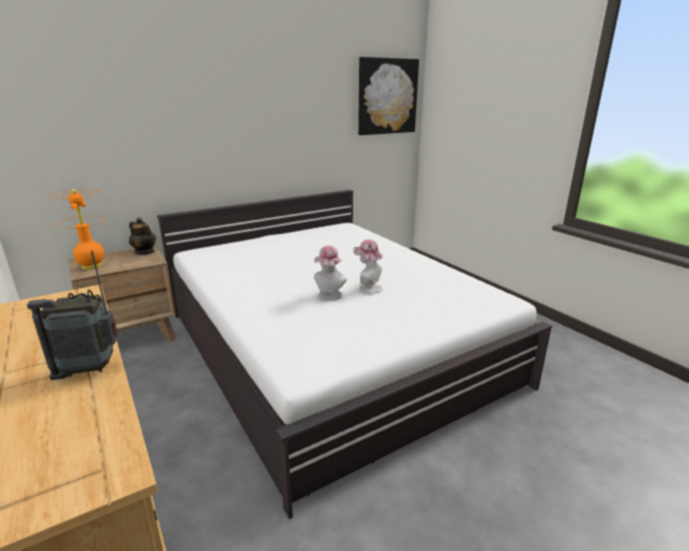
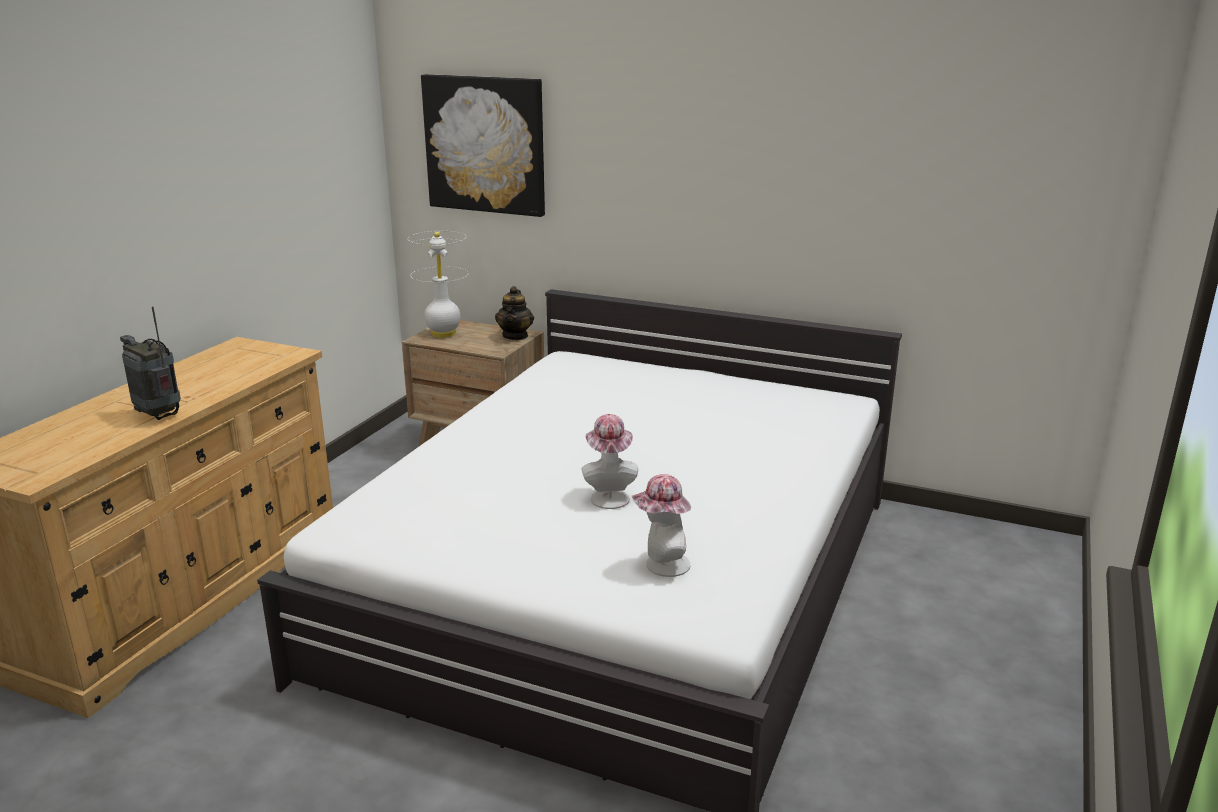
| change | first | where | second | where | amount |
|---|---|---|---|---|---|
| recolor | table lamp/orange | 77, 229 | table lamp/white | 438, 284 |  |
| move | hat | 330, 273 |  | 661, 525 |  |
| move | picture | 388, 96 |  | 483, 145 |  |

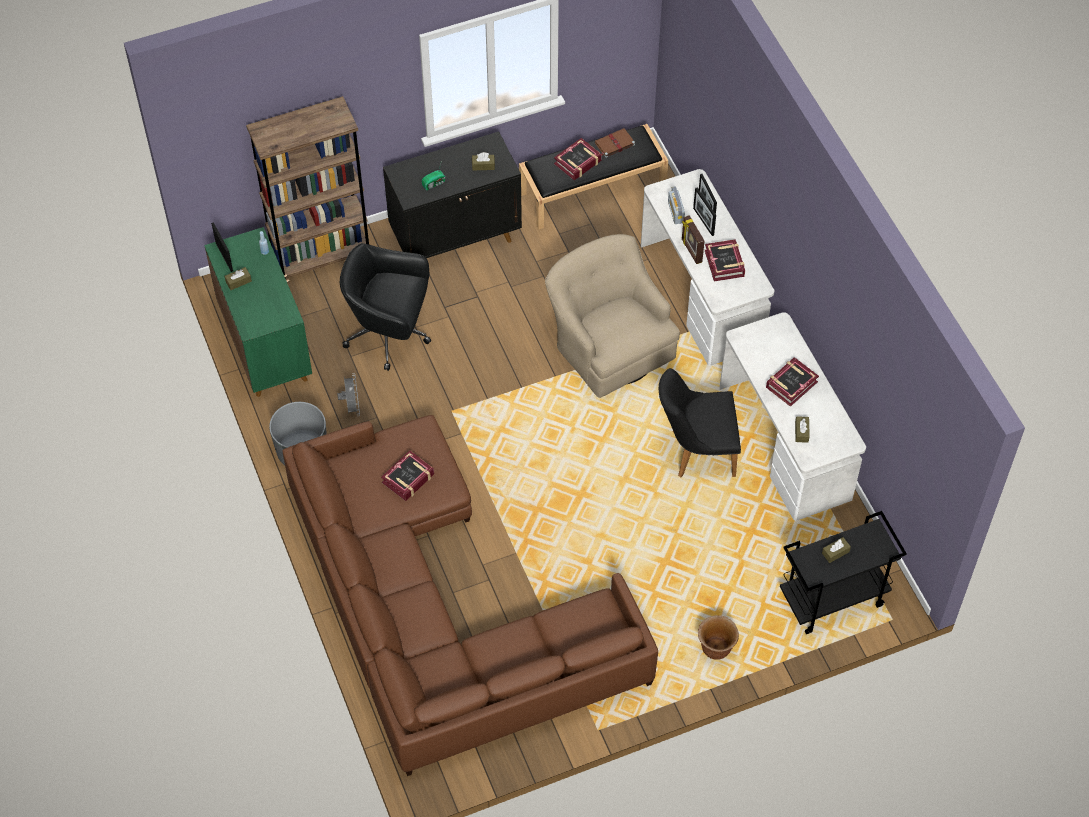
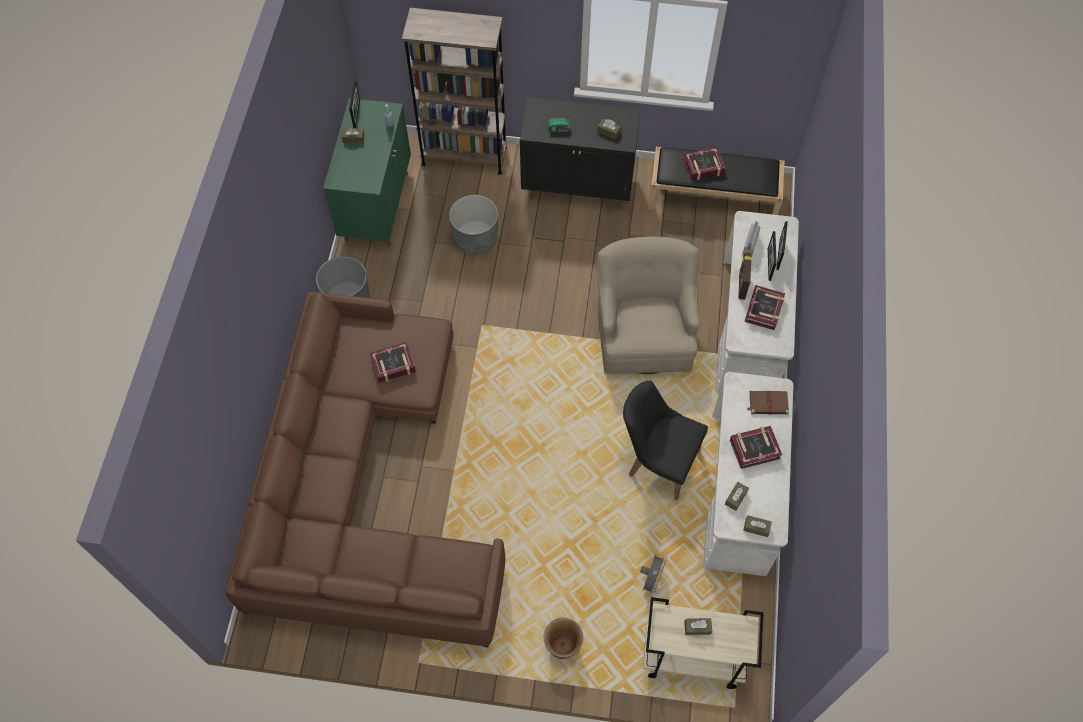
| change | first | where | second | where | amount |
|---|---|---|---|---|---|
| move | fan/grey | 348, 394 |  | 653, 575 |  |
| replace | office chair/black | 385, 307 | planter/grey | 473, 225 |  |
| move | book/brown | 615, 143 |  | 768, 403 |  |
| recolor | cart/black | 843, 572 | cart/beige | 703, 643 |  |
| insert |  |  | tissue box/brown | 757, 526 |  |

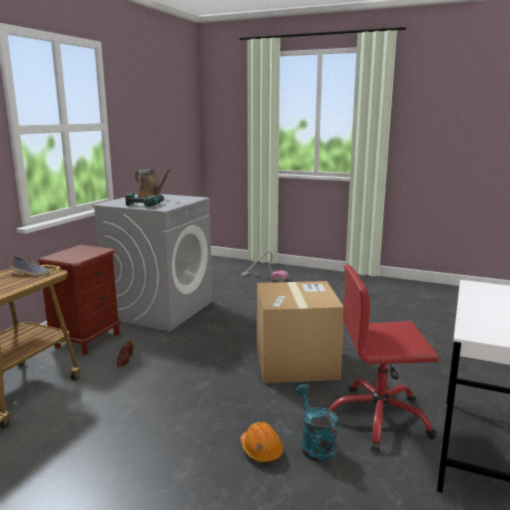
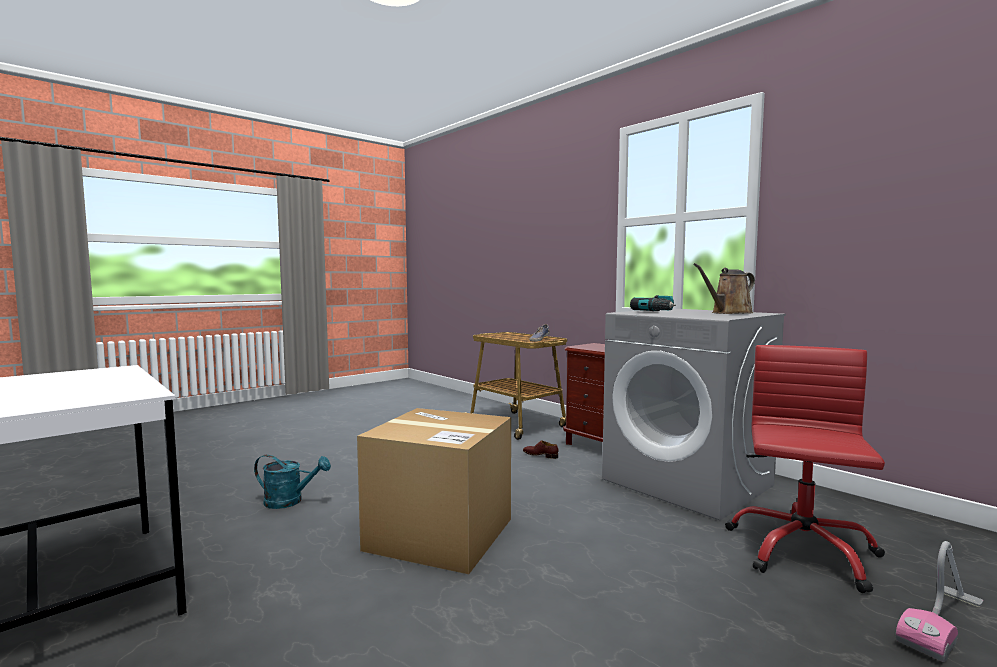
| change | first | where | second | where | amount |
|---|---|---|---|---|---|
| delete | hard hat/orange | 261, 442 |  |  |  |
| move | office chair/red | 384, 358 |  | 805, 469 |  |

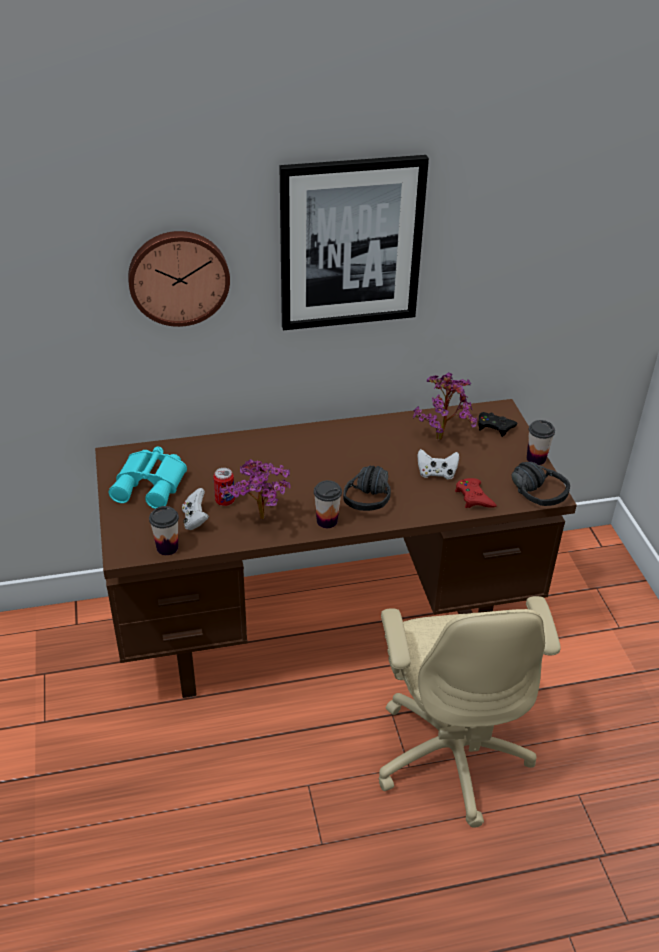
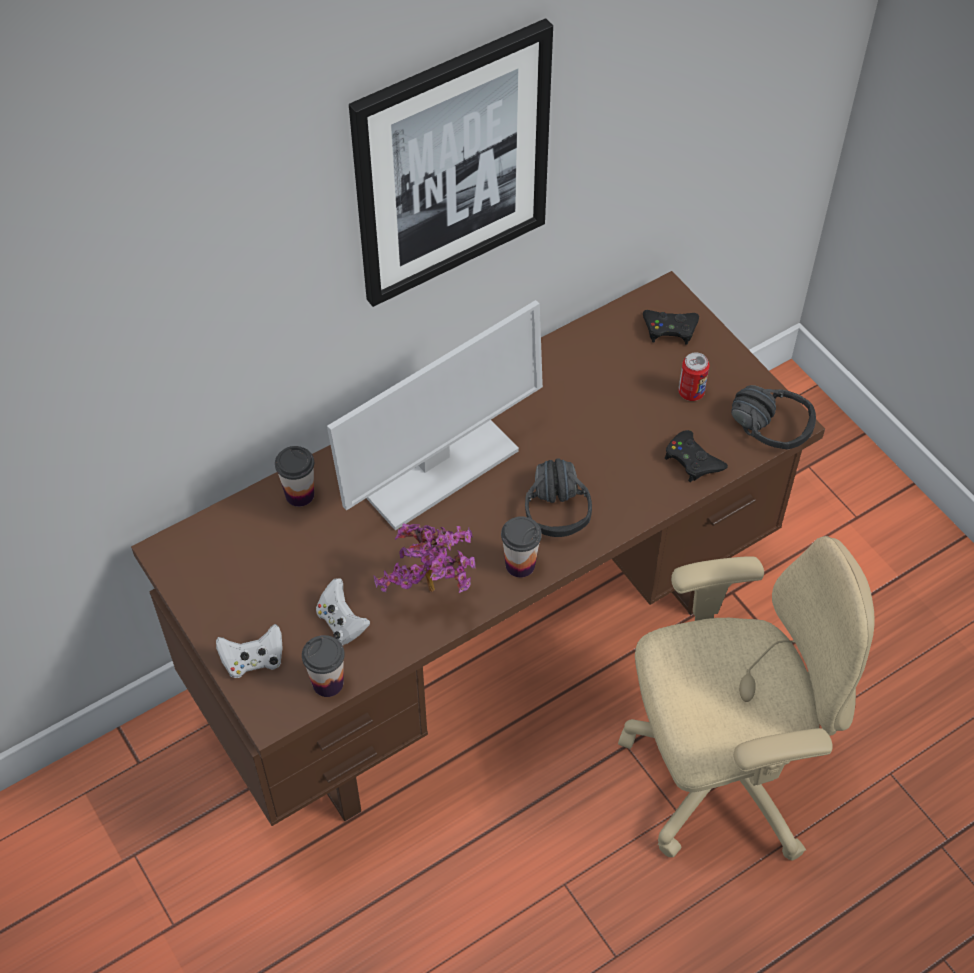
| change | first | where | second | where | amount |
|---|---|---|---|---|---|
| delete | binoculars/turquoise | 148, 477 |  |  |  |
| delete | wall clock | 179, 279 |  |  |  |
| move | can | 224, 487 |  | 694, 376 |  |
| rotate | office chair/beige | 469, 712 |  | 746, 698 | 75 degrees counterclockwise |
| delete | potted plant | 445, 406 |  |  |  |
| move | game controller/white | 438, 464 |  | 249, 651 |  |
| recolor | game controller/red | 475, 493 | game controller/black | 696, 456 |  |
| move | cup | 541, 442 |  | 294, 476 |  |
| insert |  |  | monitor | 435, 415 |  |

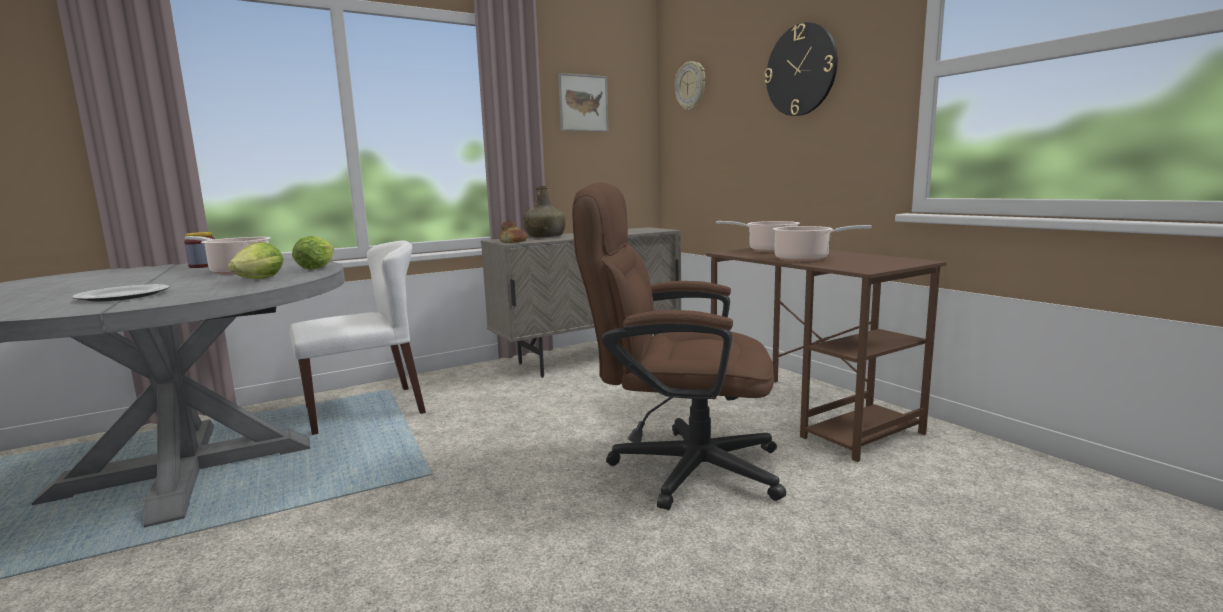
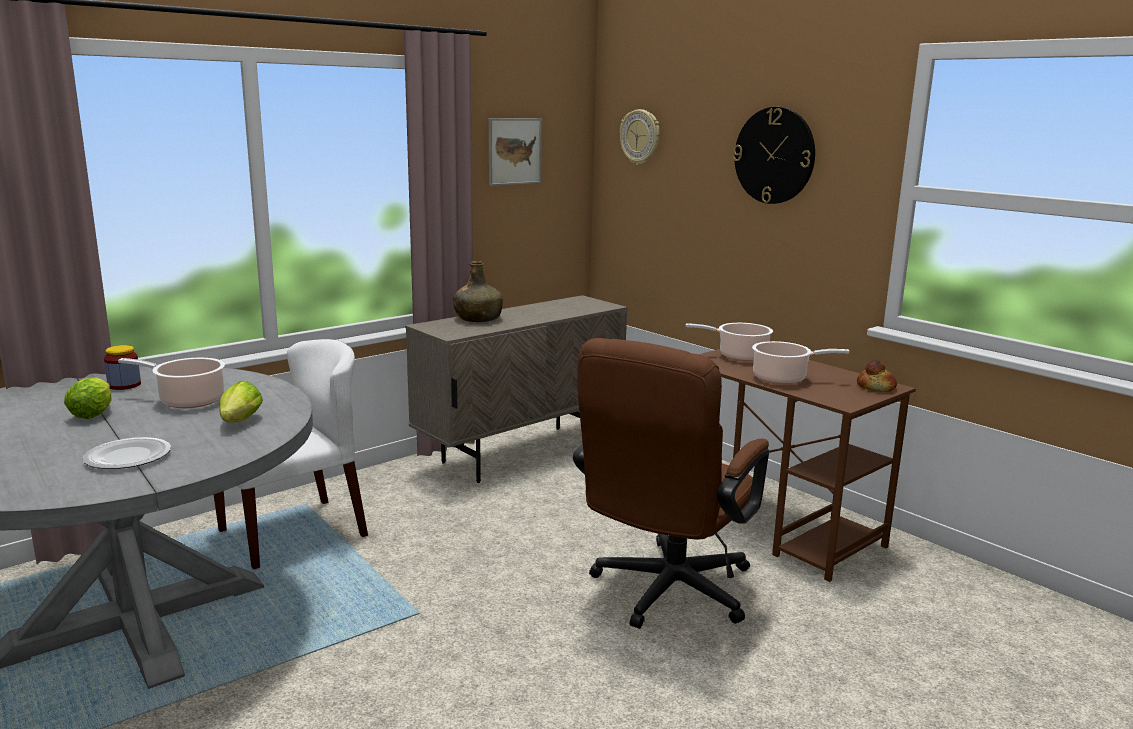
| change | first | where | second | where | amount |
|---|---|---|---|---|---|
| move | lettuce | 313, 253 |  | 87, 398 |  |
| move | bread | 513, 231 |  | 877, 376 |  |
| rotate | office chair/brown | 679, 346 |  | 671, 483 | 60 degrees counterclockwise |

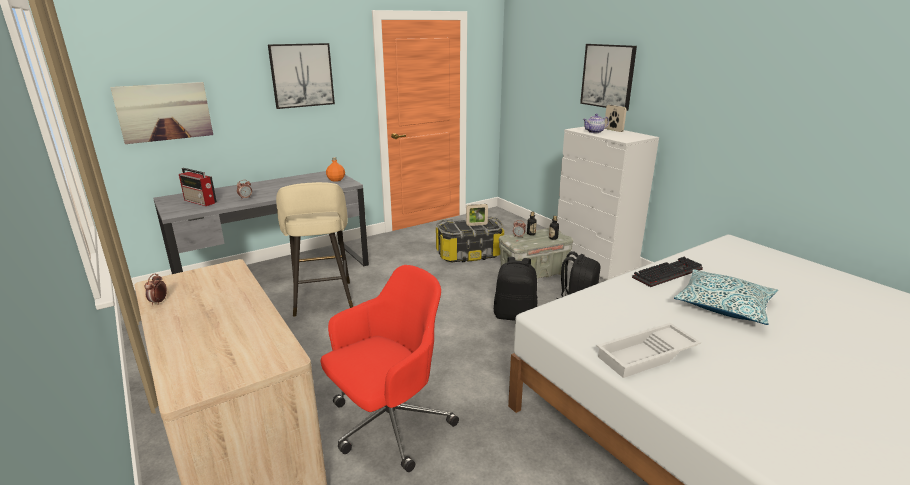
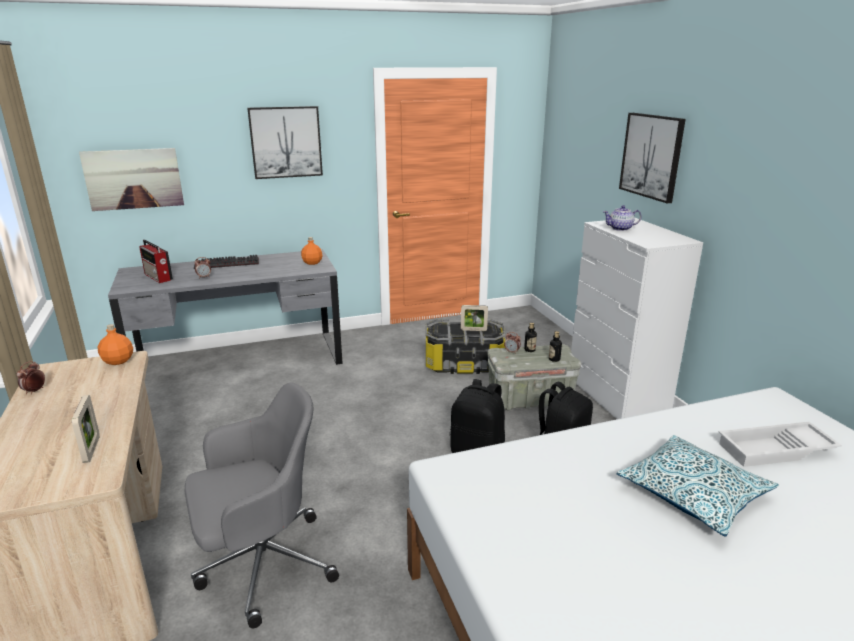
| change | first | where | second | where | amount |
|---|---|---|---|---|---|
| delete | stool/beige | 314, 249 |  |  |  |
| recolor | office chair/red | 390, 368 | office chair/grey | 261, 505 |  |
| move | tray/white | 648, 350 |  | 780, 444 |  |
| move | picture frame | 616, 118 |  | 86, 429 |  |
| move | keyboard | 667, 272 |  | 226, 262 |  |
| insert |  |  | bottle/orange | 115, 344 |  |

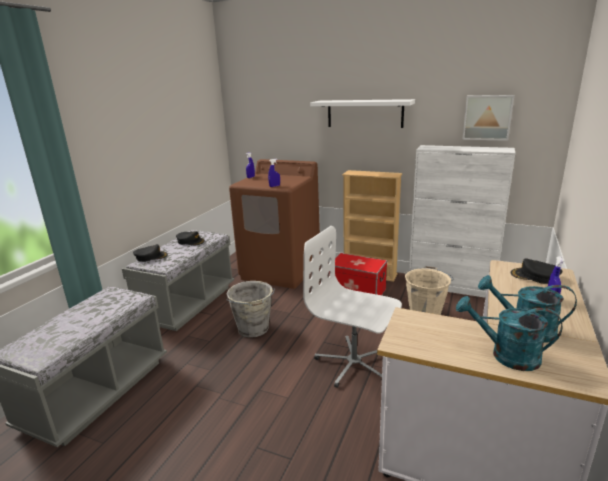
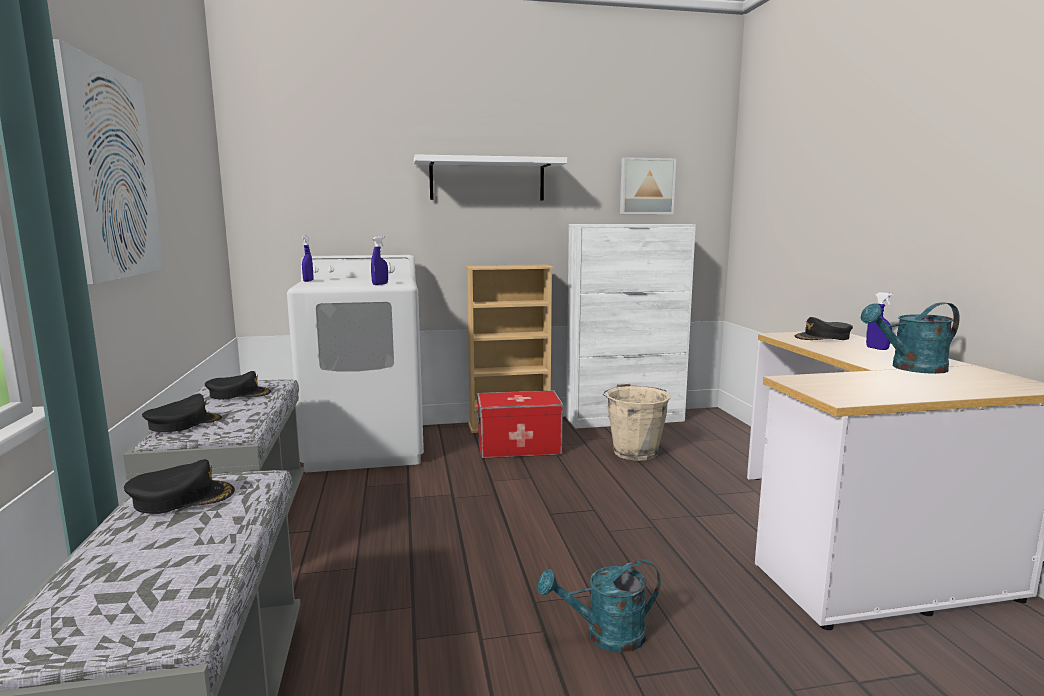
| change | first | where | second | where | amount |
|---|---|---|---|---|---|
| delete | bucket/grey | 250, 309 |  |  |  |
| recolor | washing machine/brown | 274, 224 | washing machine/white | 355, 363 |  |
| delete | office chair/white | 352, 307 |  |  |  |
| move | watering can/turquoise | 509, 333 |  | 599, 606 |  |
| insert |  |  | picture | 108, 162 |  |
| insert |  |  | cap/black | 179, 486 |  |

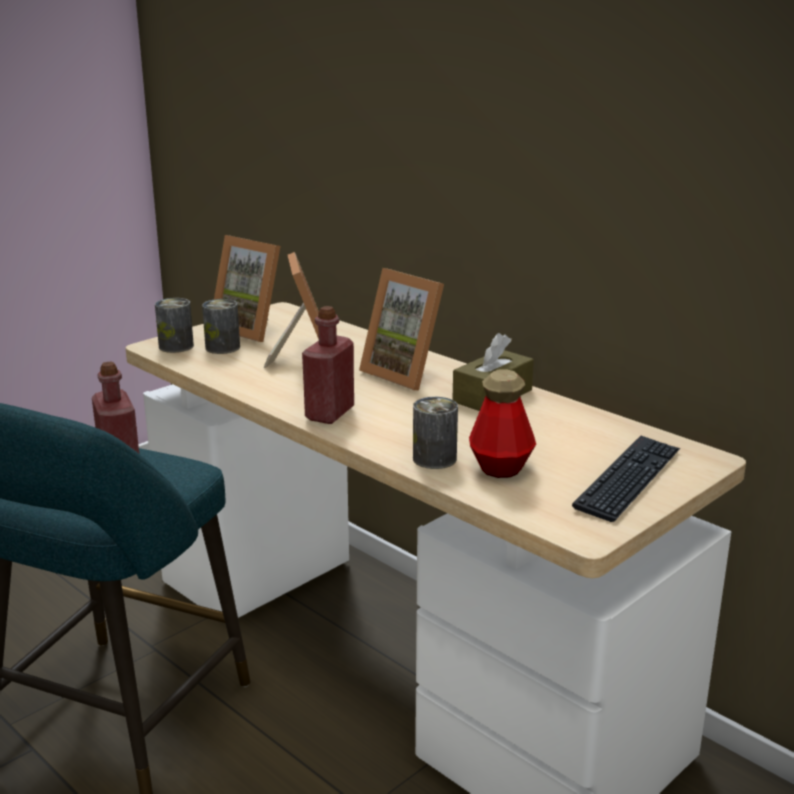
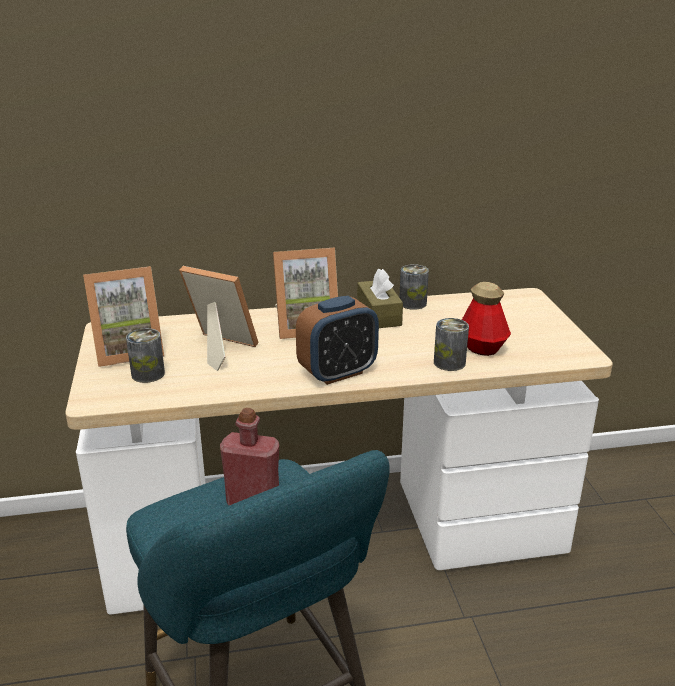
| change | first | where | second | where | amount |
|---|---|---|---|---|---|
| move | can | 174, 325 |  | 414, 287 |  |
| replace | bottle/red | 328, 365 | alarm clock | 337, 340 |  |
| delete | keyboard | 626, 479 |  |  |  |

